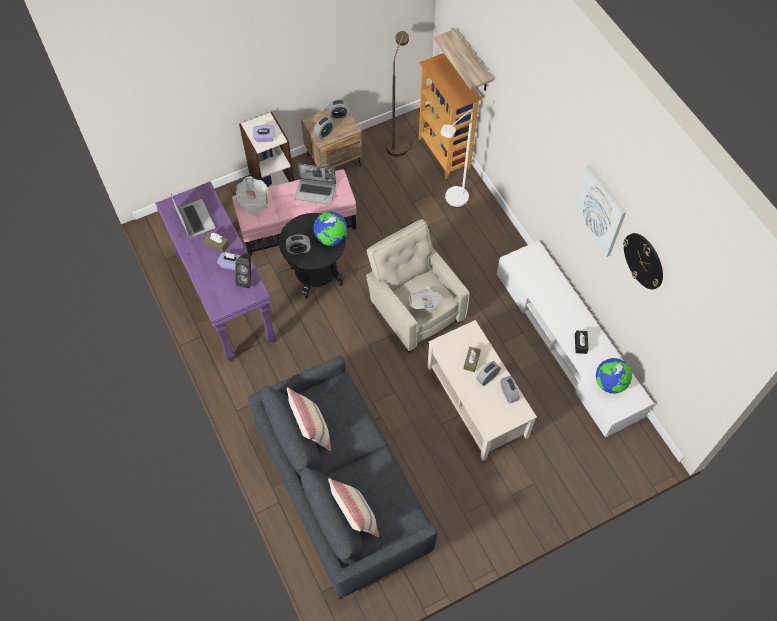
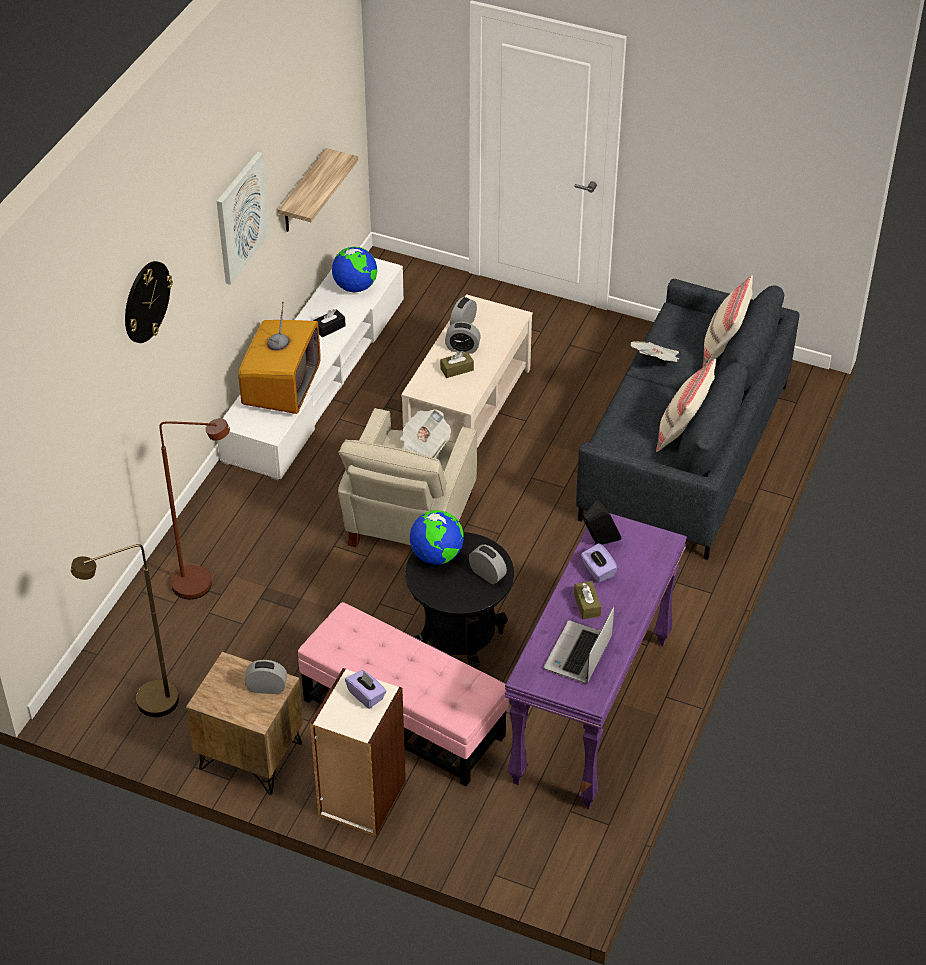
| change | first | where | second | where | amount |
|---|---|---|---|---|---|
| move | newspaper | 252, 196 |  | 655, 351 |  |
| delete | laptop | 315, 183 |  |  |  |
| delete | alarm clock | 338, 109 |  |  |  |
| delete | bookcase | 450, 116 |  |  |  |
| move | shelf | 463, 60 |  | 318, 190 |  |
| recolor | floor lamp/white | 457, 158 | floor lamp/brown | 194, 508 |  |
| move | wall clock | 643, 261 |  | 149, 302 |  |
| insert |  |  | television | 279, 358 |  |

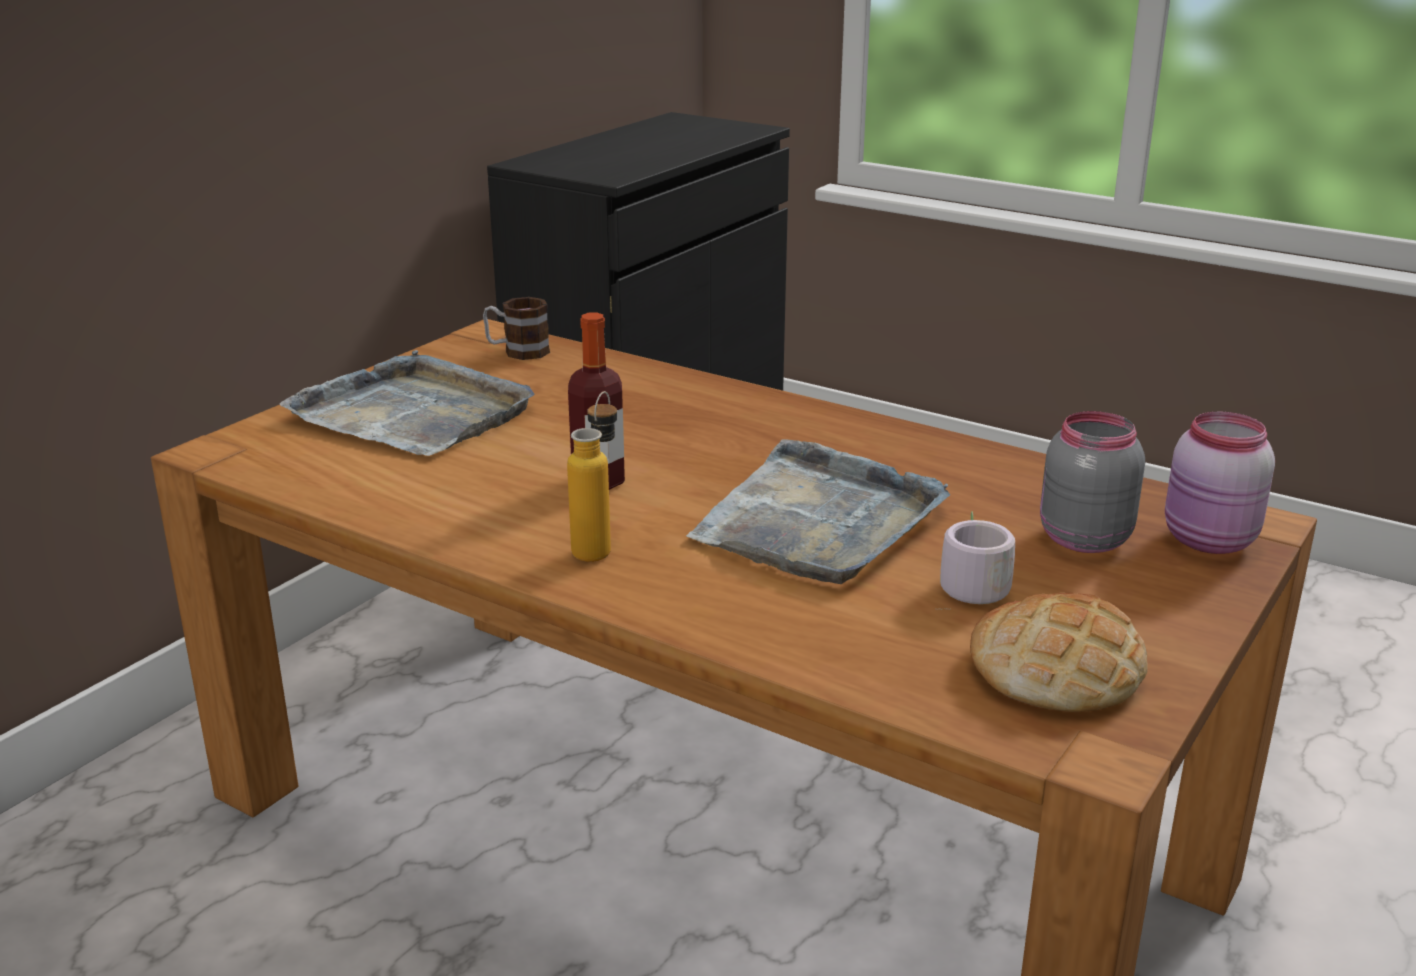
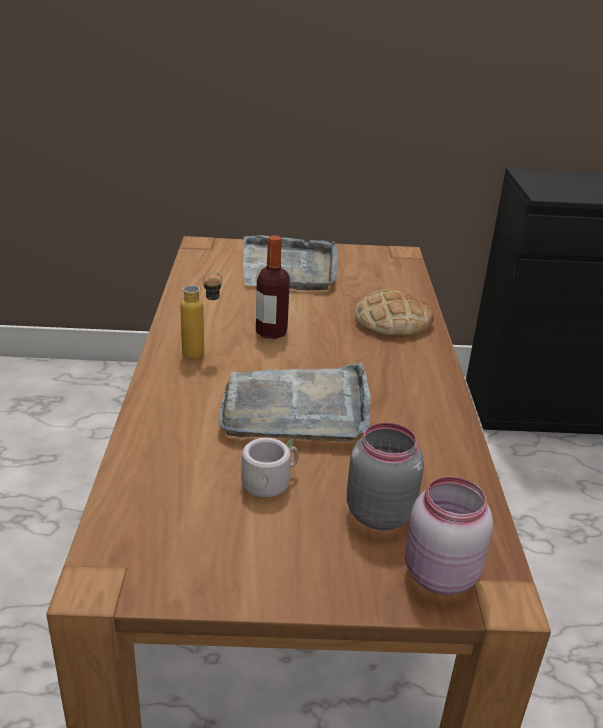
| change | first | where | second | where | amount |
|---|---|---|---|---|---|
| delete | mug | 516, 328 |  |  |  |
| move | bread | 1059, 652 |  | 394, 313 |  |

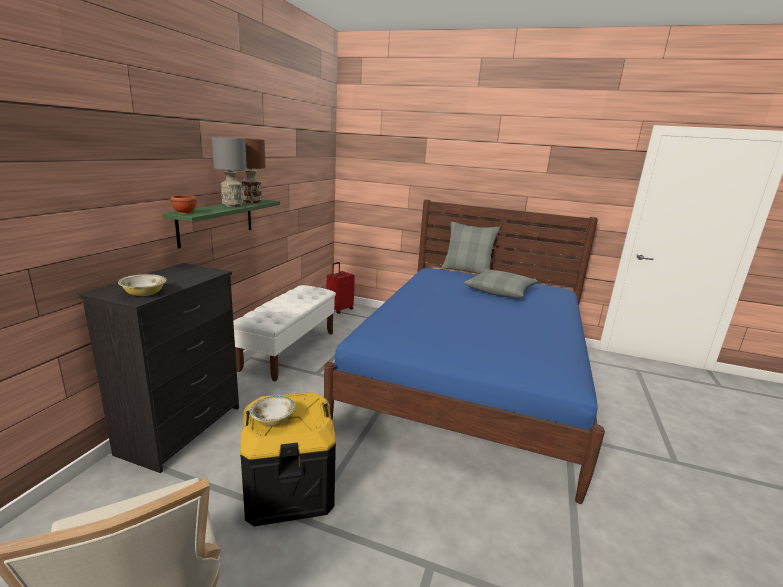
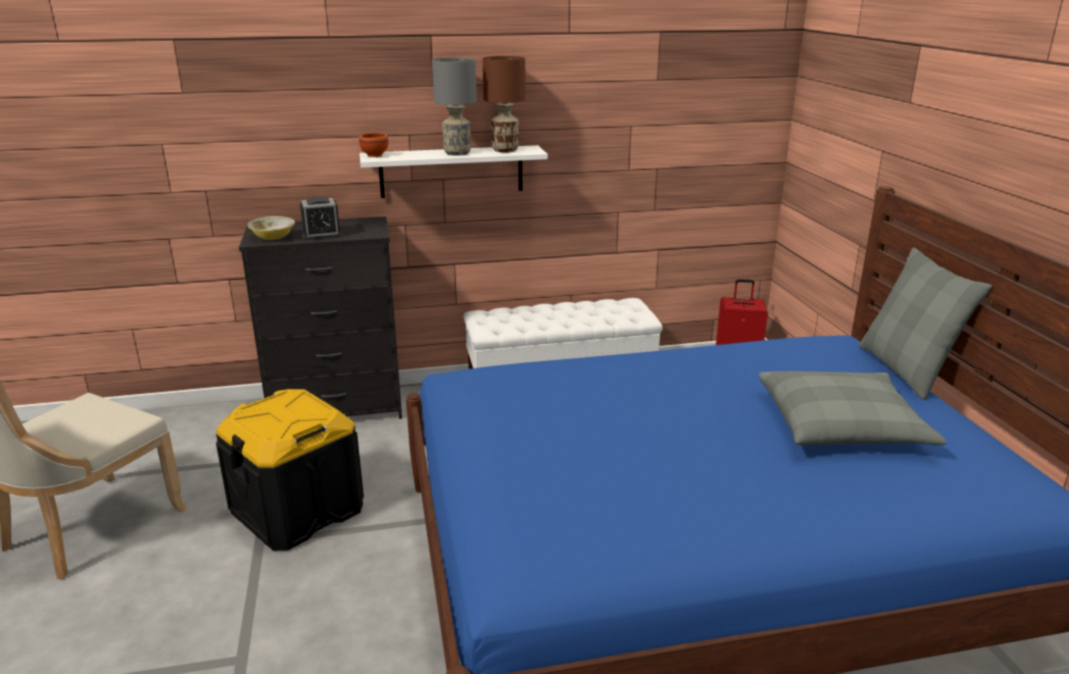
| change | first | where | second | where | amount |
|---|---|---|---|---|---|
| recolor | shelf/green | 221, 224 | shelf/white | 454, 171 |  |
| delete | bowl | 272, 411 |  |  |  |
| insert |  |  | alarm clock | 321, 219 |  |

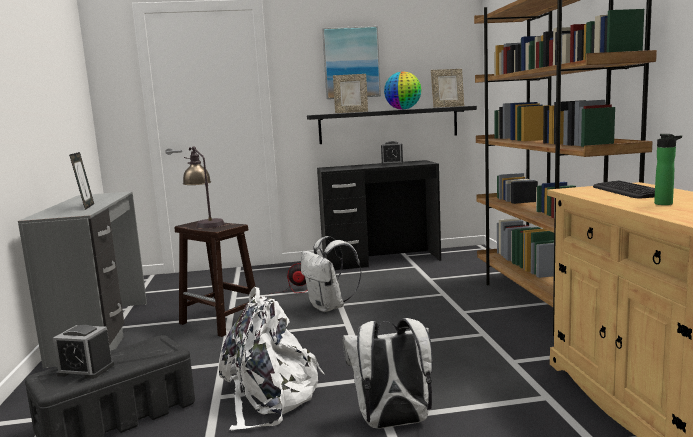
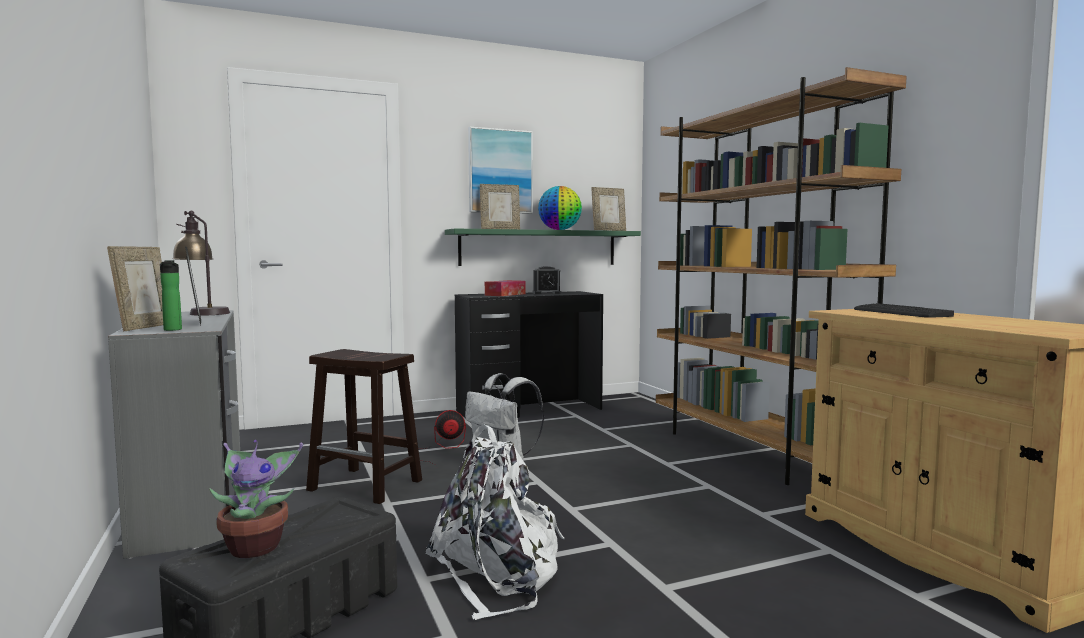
| change | first | where | second | where | amount |
|---|---|---|---|---|---|
| replace | alarm clock | 83, 352 | potted plant | 256, 499 |  |
| move | table lamp | 204, 187 |  | 201, 263 |  |
| recolor | shelf/black | 392, 125 | shelf/green | 543, 247 |  |
| delete | backpack/white | 387, 373 |  |  |  |
| move | bottle | 668, 169 |  | 171, 295 |  |
| insert |  |  | picture frame | 135, 289 |  |
| insert |  |  | tissue box | 505, 288 |  |

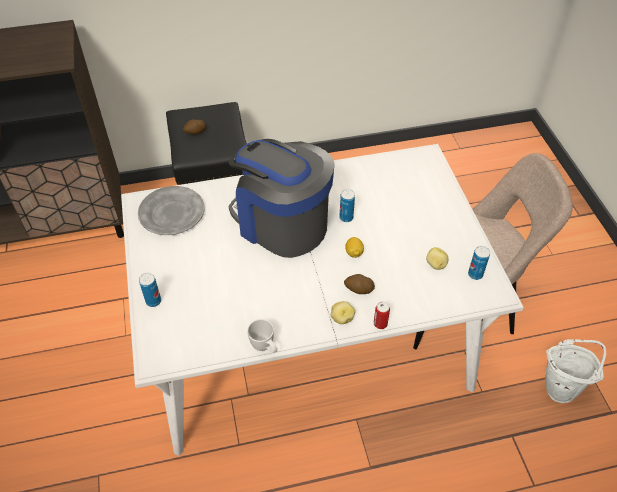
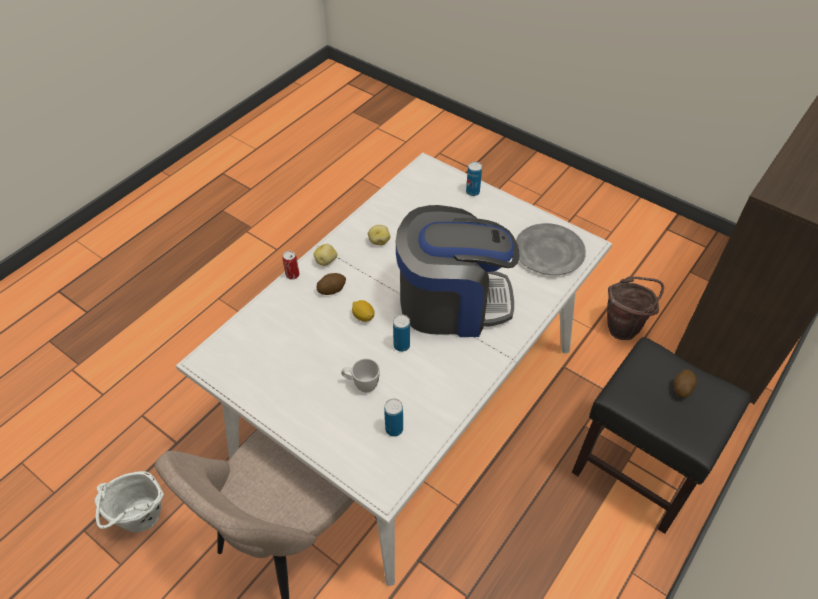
| change | first | where | second | where | amount |
|---|---|---|---|---|---|
| move | mug/white | 262, 336 |  | 360, 375 |  |
| move | potato | 437, 258 |  | 379, 235 |  |
| move | can | 479, 263 |  | 393, 417 |  |
| insert |  |  | bucket/brown | 635, 308 |  |

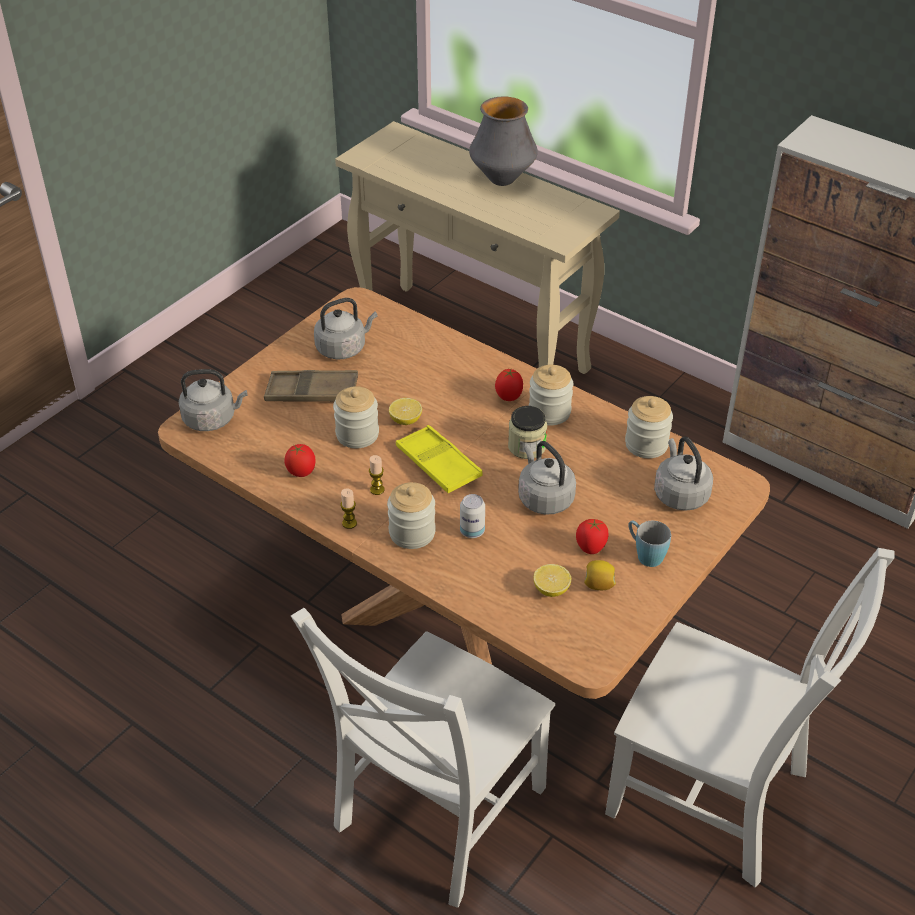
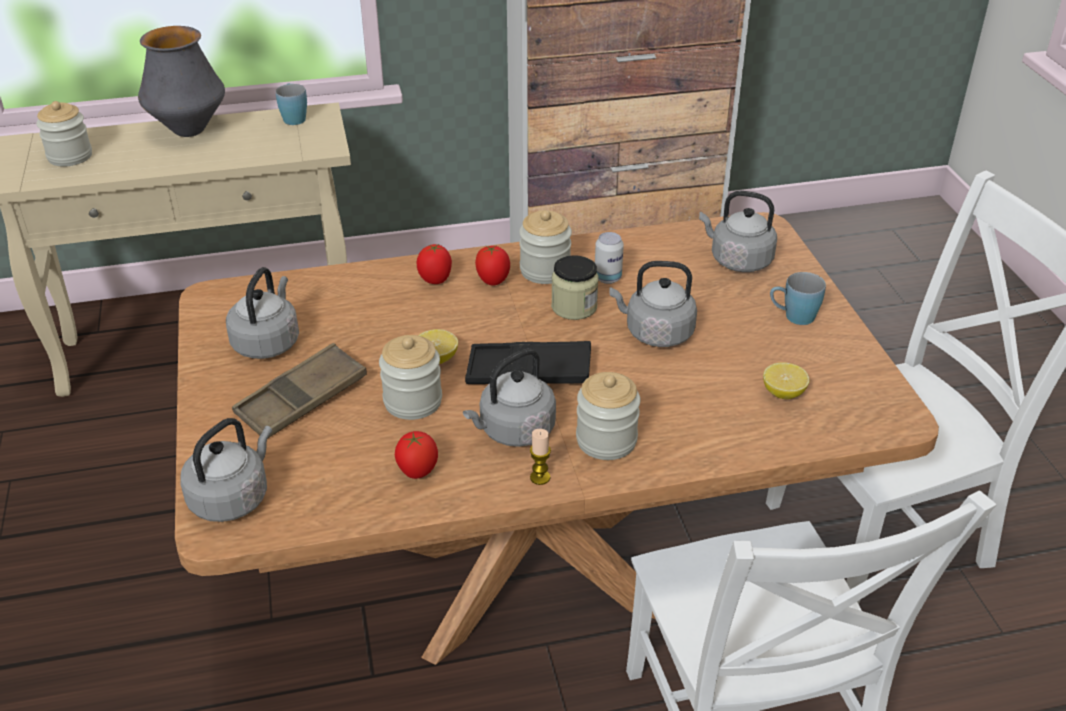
| change | first | where | second | where | amount |
|---|---|---|---|---|---|
| replace | candle | 376, 475 | kettle/grey | 509, 397 |  |
| recolor | tray/yellow | 439, 459 | tray/black | 528, 362 |  |
| move | can | 472, 516 |  | 609, 258 |  |
| move | tomato | 592, 536 |  | 434, 264 |  |
| delete | lemon | 600, 575 |  |  |  |
| move | jar | 649, 427 |  | 64, 134 |  |
| insert |  |  | mug/blue | 291, 104 |  |

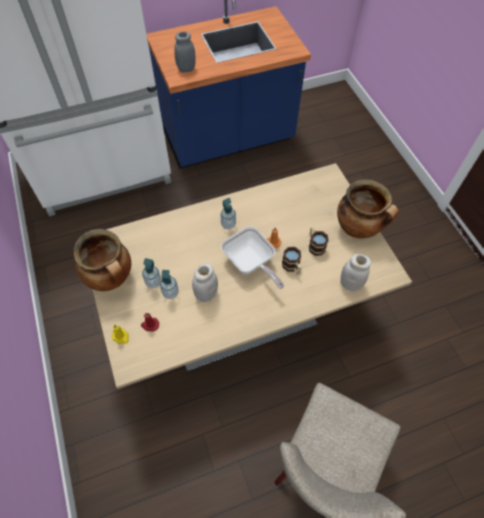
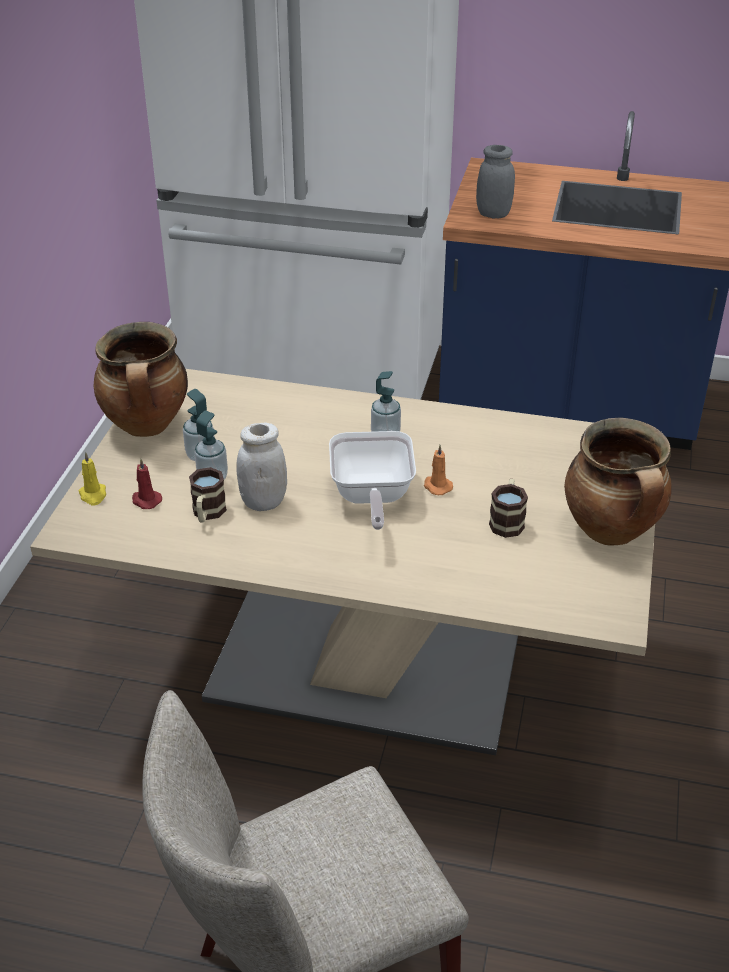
| change | first | where | second | where | amount |
|---|---|---|---|---|---|
| move | mug | 291, 261 |  | 208, 495 |  |
| delete | jar/white | 355, 272 |  |  |  |

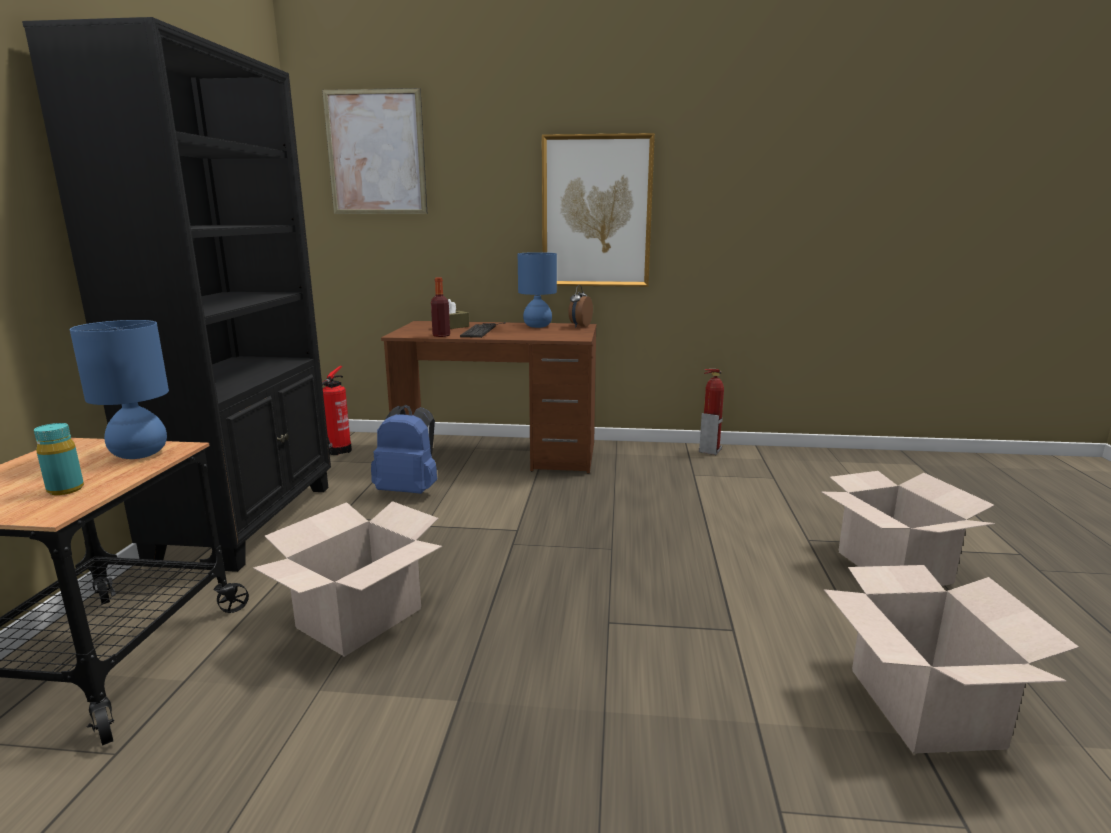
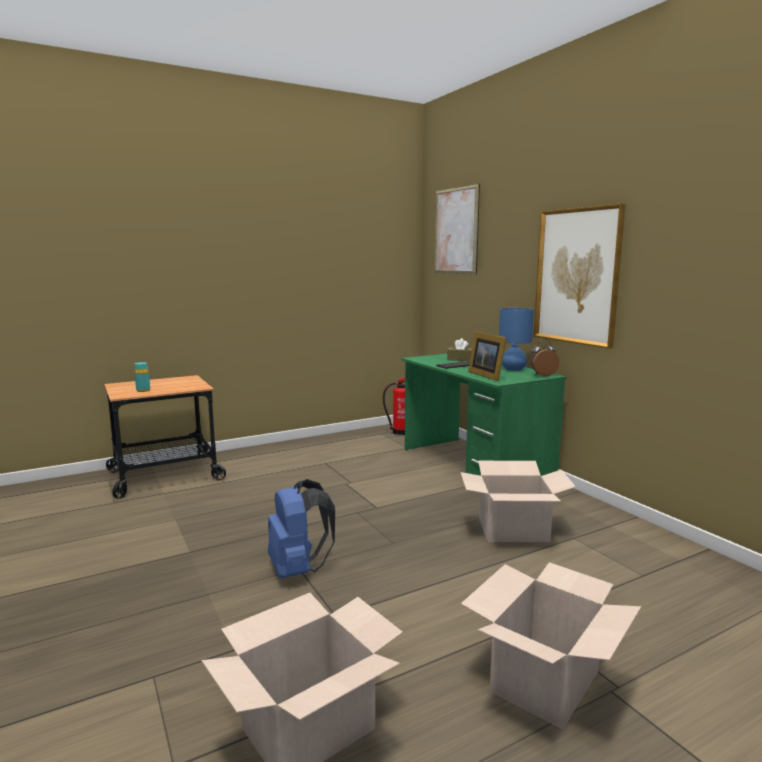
| change | first | where | second | where | amount |
|---|---|---|---|---|---|
| delete | bookcase/black | 176, 294 |  |  |  |
| delete | table lamp/blue | 119, 389 |  |  |  |
| move | cardboard box | 347, 579 |  | 518, 501 |  |
| move | backpack/blue | 404, 449 |  | 301, 528 |  |
| recolor | desk/brown | 488, 397 | desk/green | 484, 415 |  |
| delete | bottle | 440, 307 |  |  |  |
| delete | fire extinguisher | 711, 412 |  |  |  |
| insert |  |  | picture frame | 487, 356 |  |

